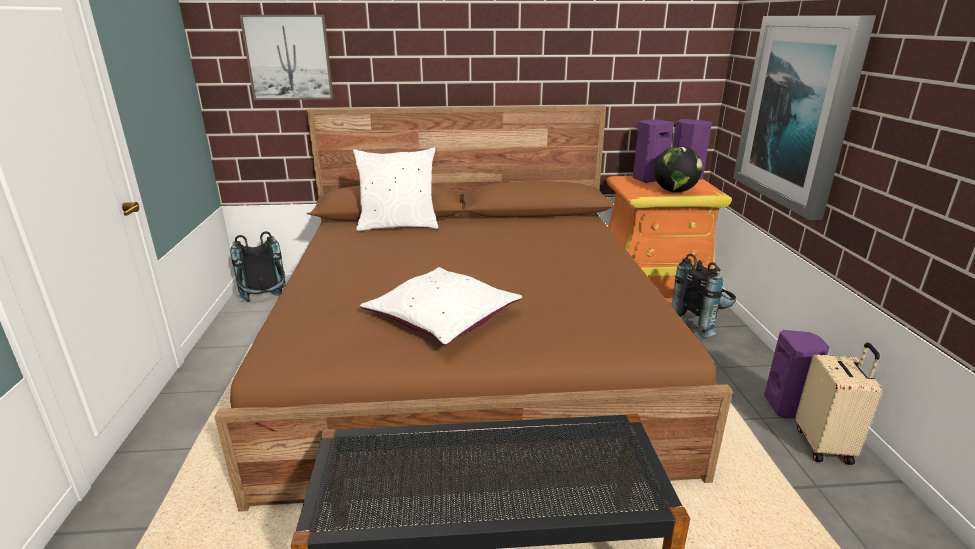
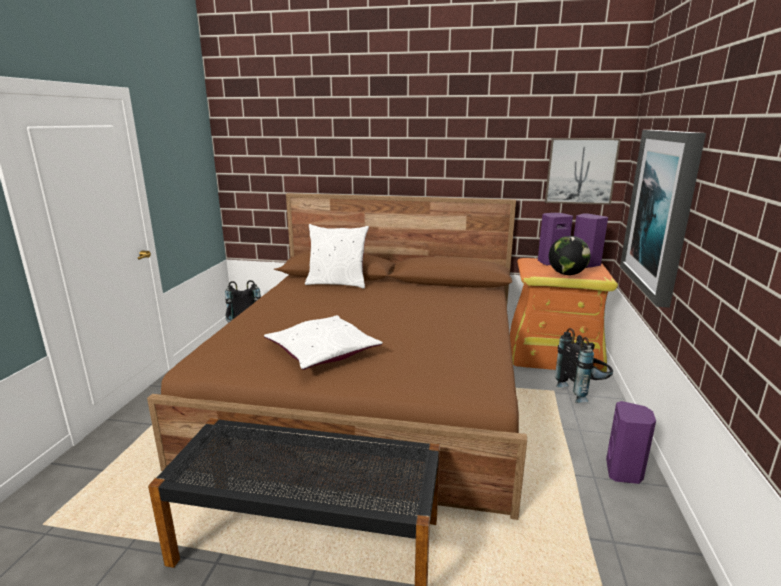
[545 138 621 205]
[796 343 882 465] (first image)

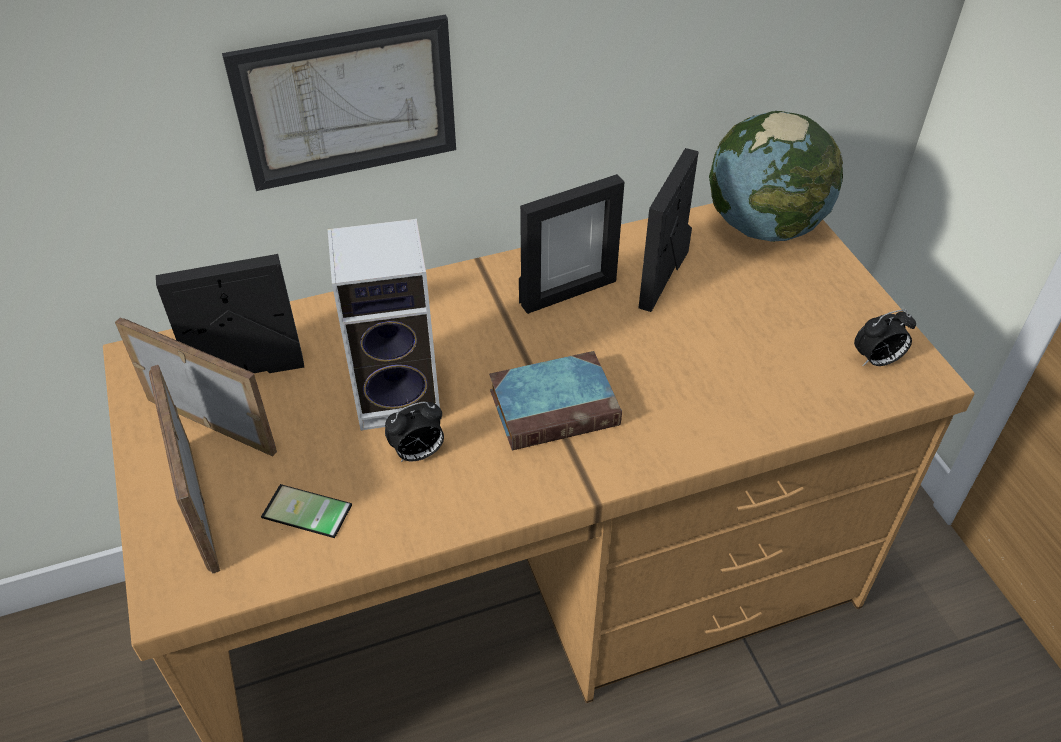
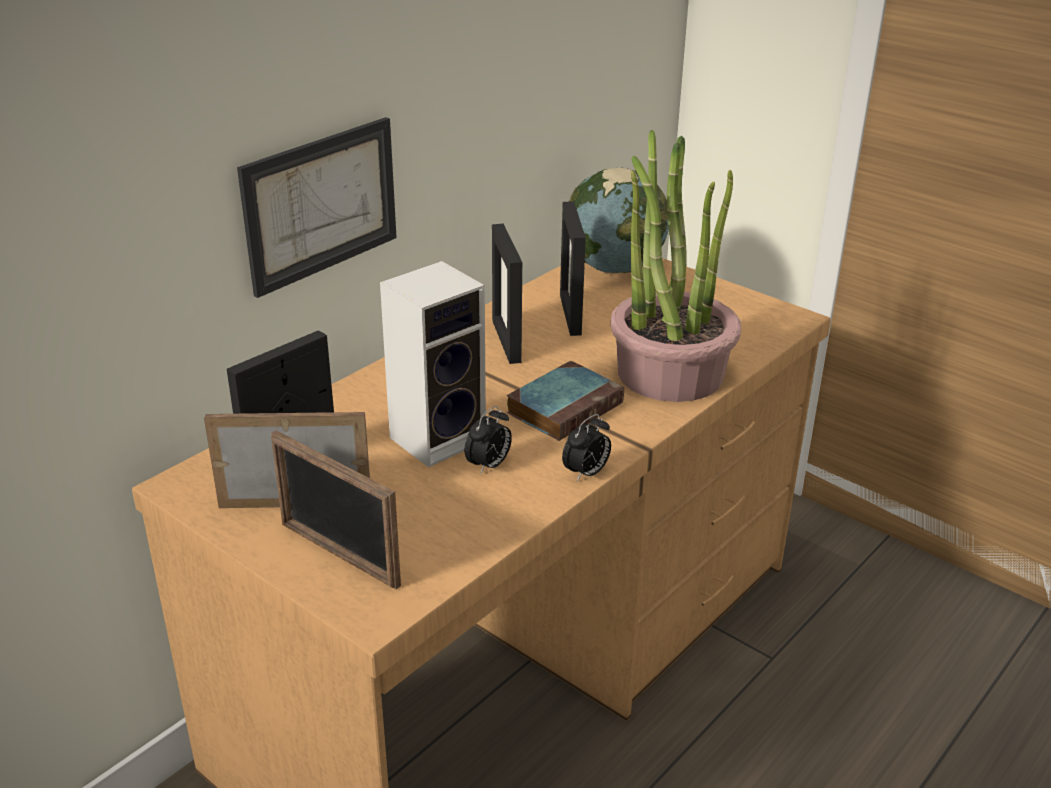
[492 224 522 364]
[562 414 611 482]
[261 484 352 538] (first image)
[610 130 741 402]

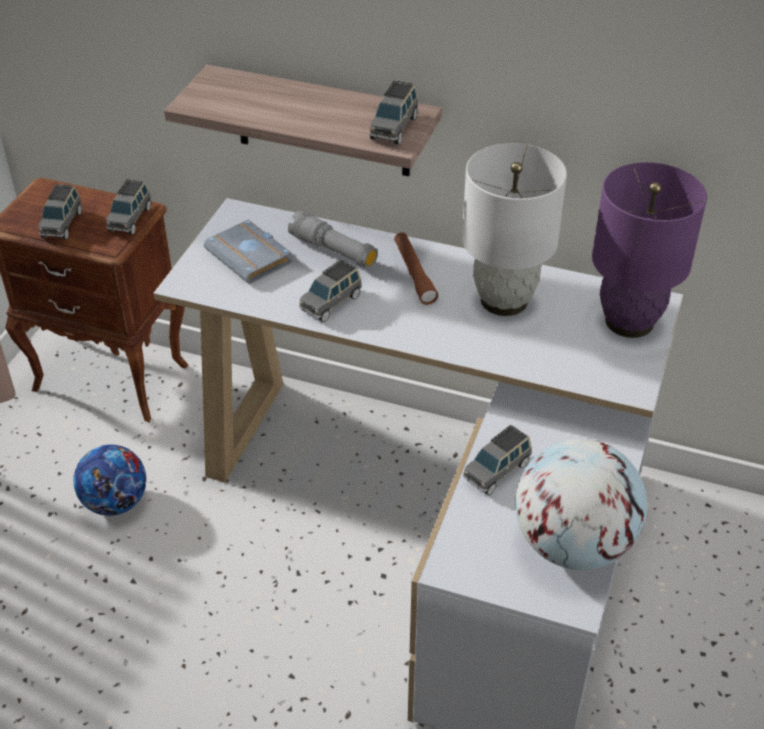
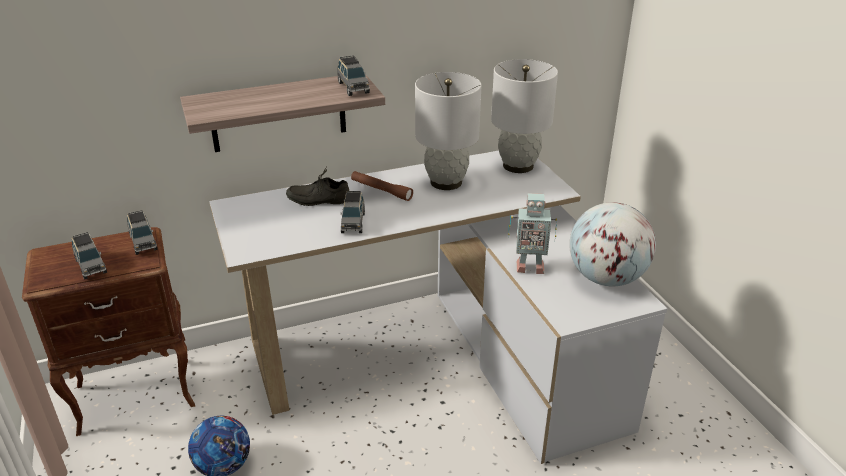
[491 59 558 173]
[286 167 349 206]
[204 219 292 284] (first image)
[508 193 557 274]

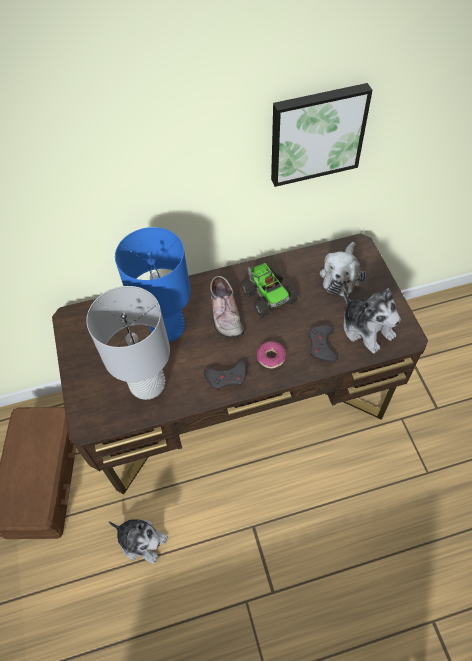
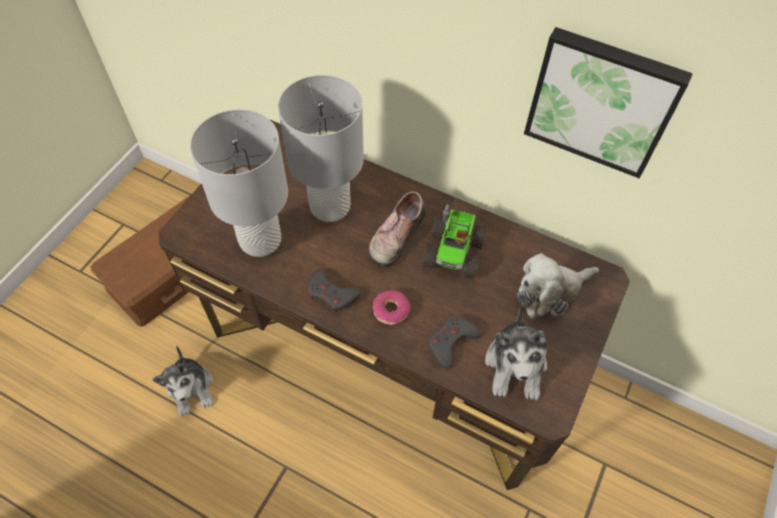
[278 75 364 222]

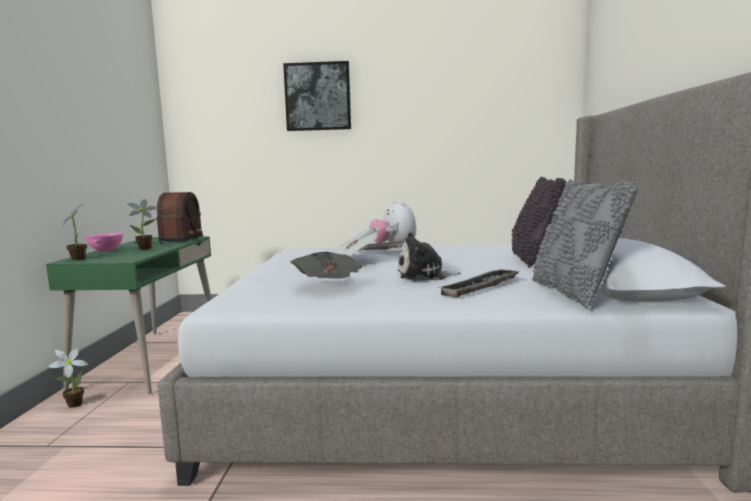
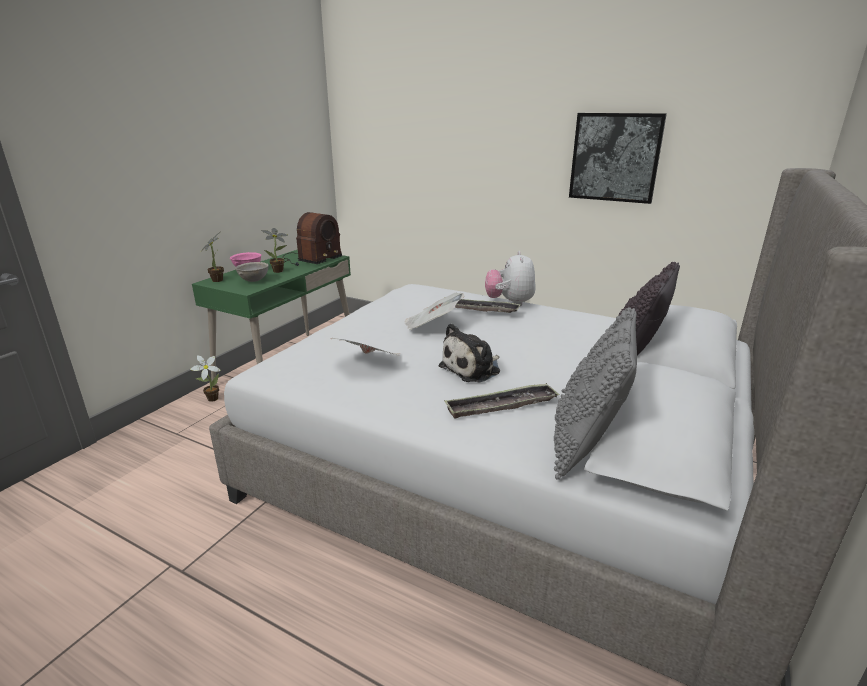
[569 113 667 204]
[439 323 500 383]
[235 262 269 282]

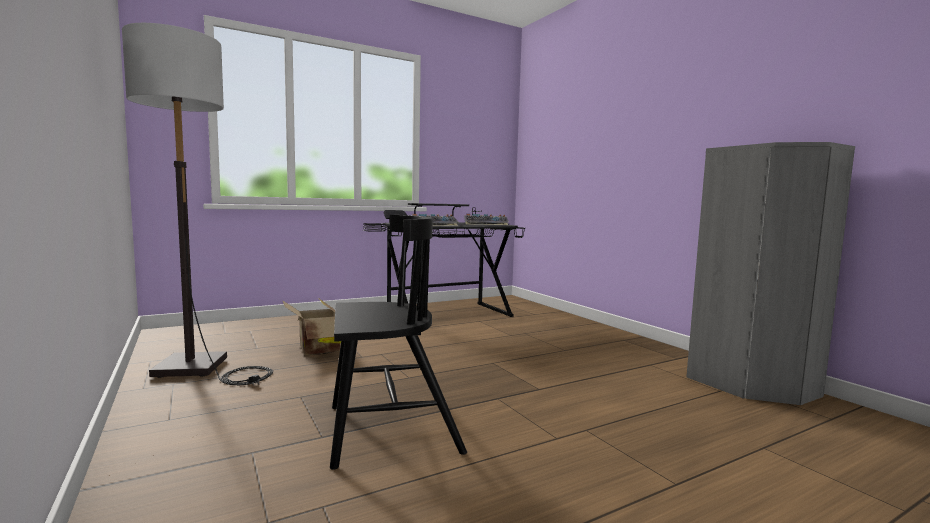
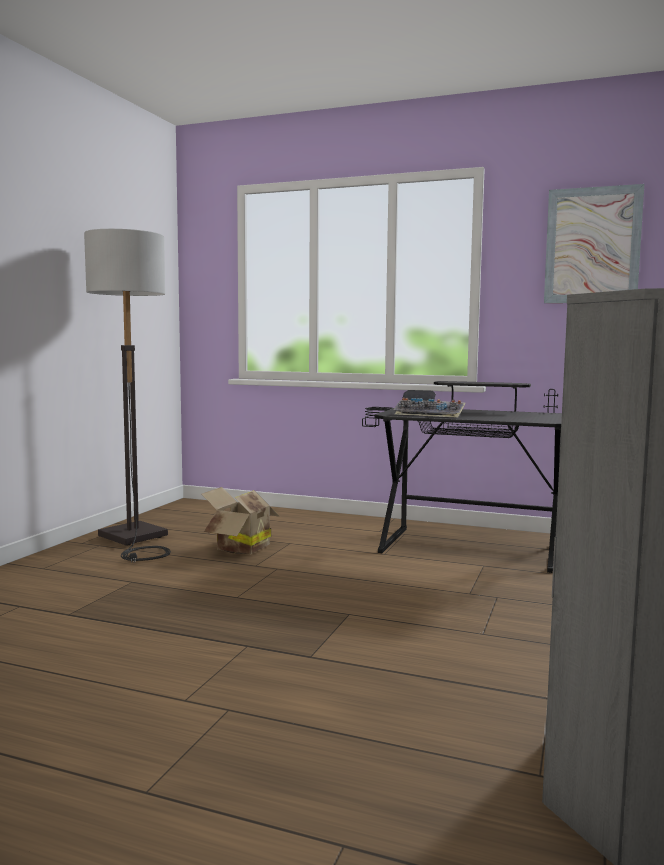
[464 214 509 225] (first image)
[330 215 467 470] (first image)
[544 184 644 303]

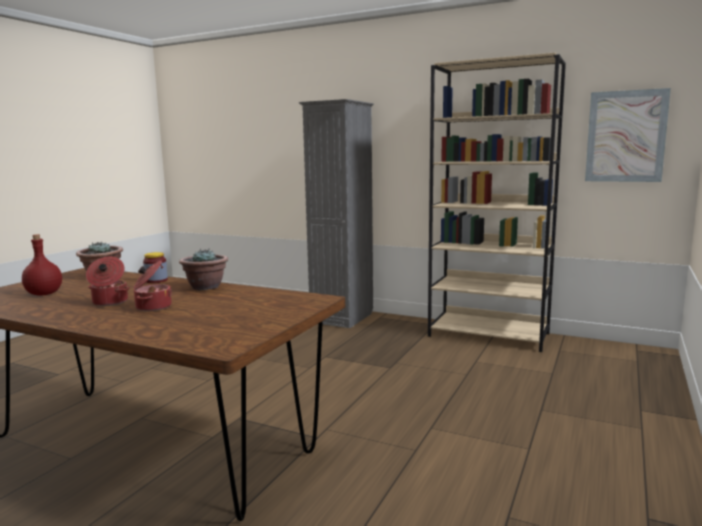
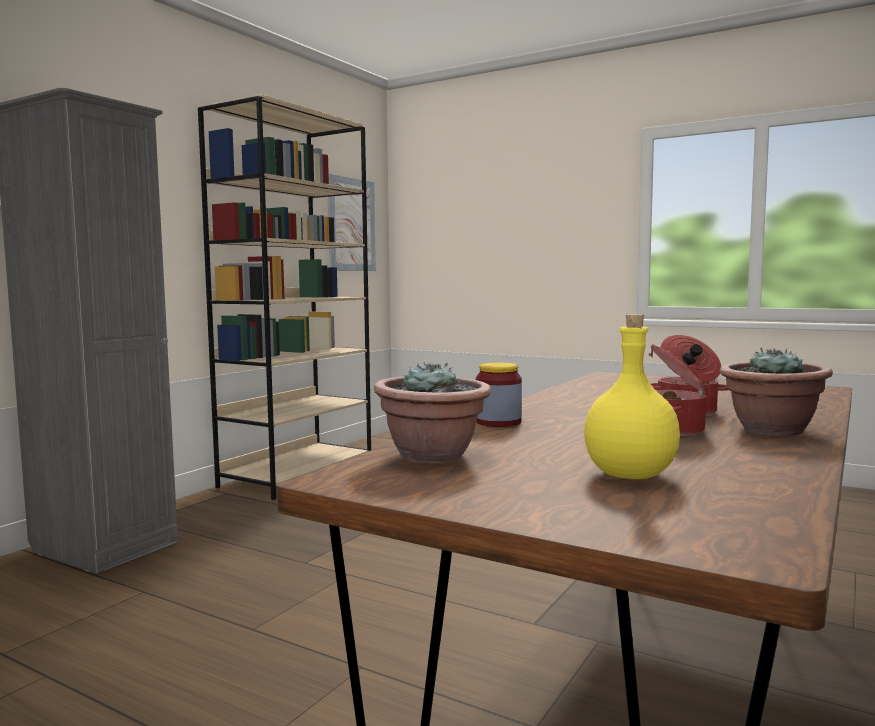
[584 314 680 479]
[720 347 833 436]

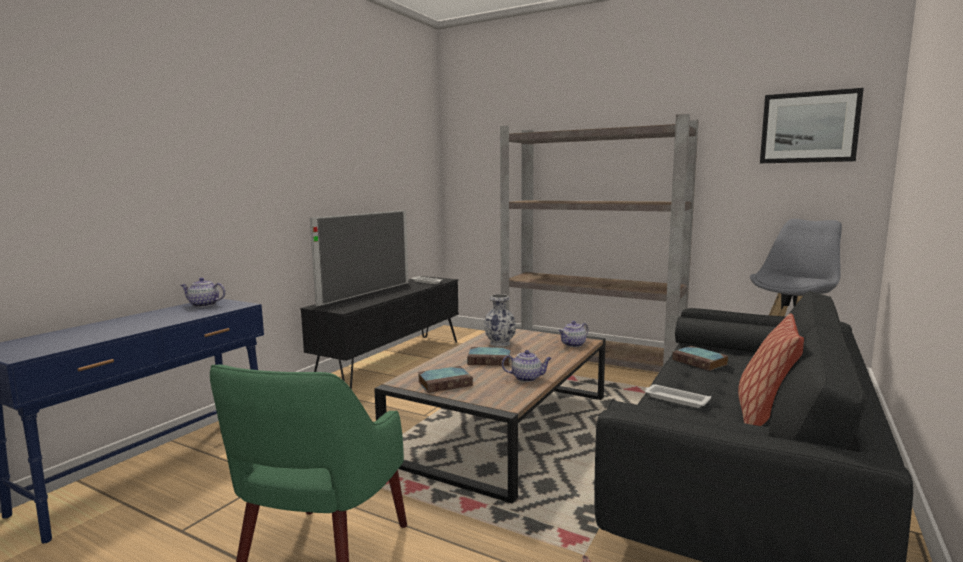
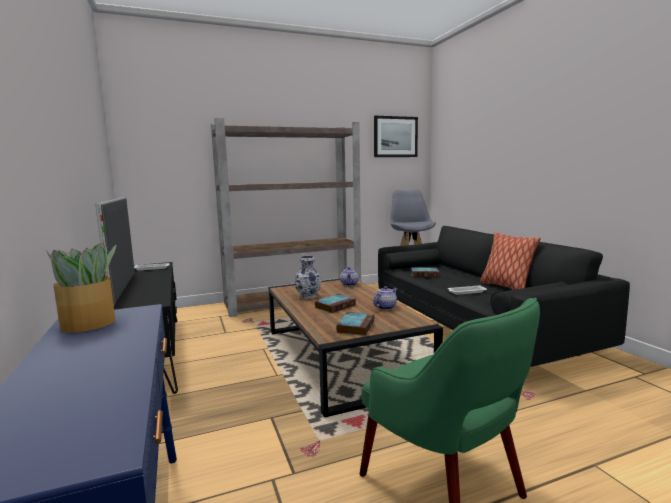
[46 243 117 333]

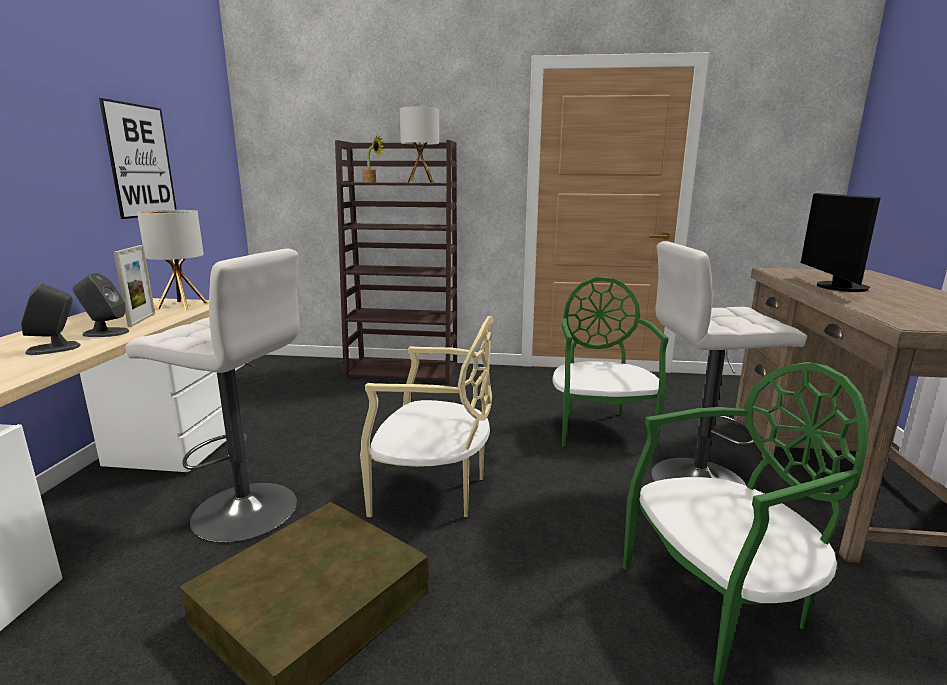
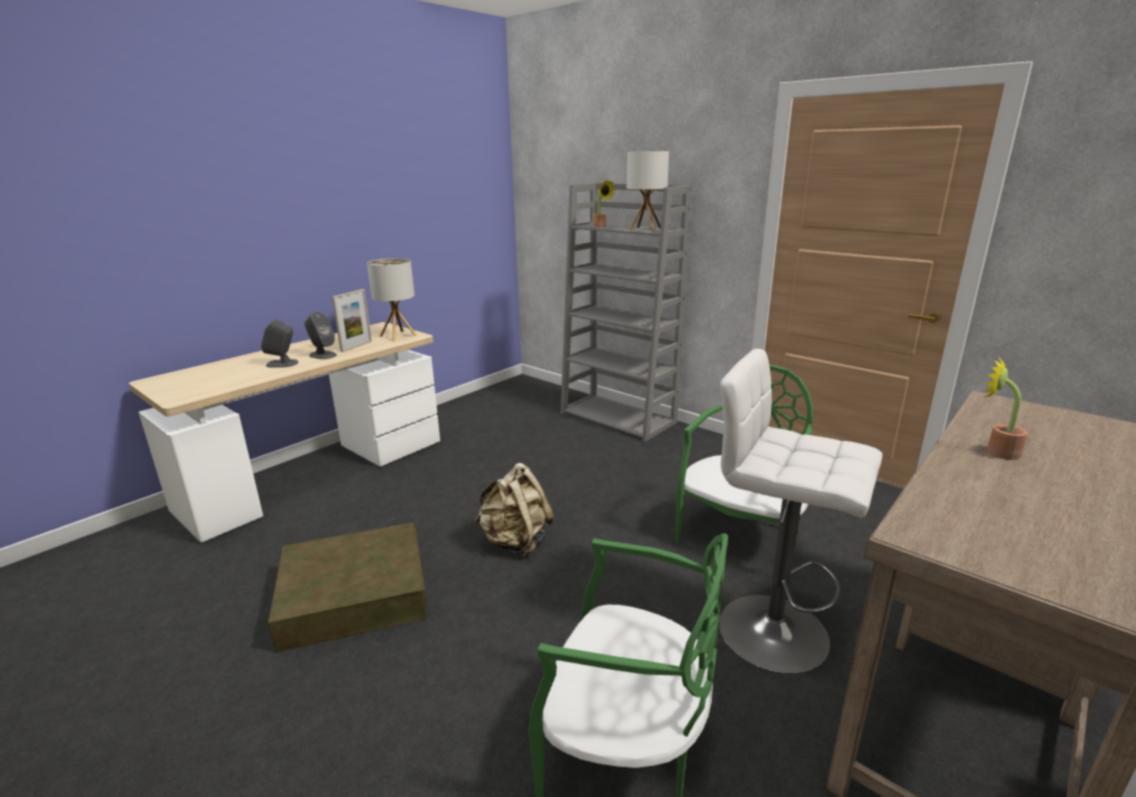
[99 98 177 219] (first image)
[561 183 691 442]
[984 356 1028 460]
[126 249 300 542] (first image)
[475 463 555 557]

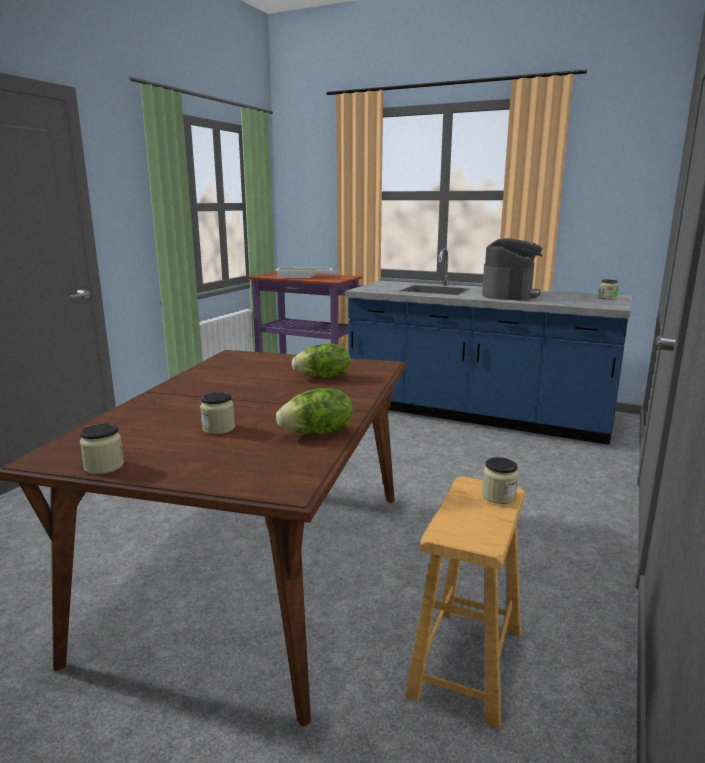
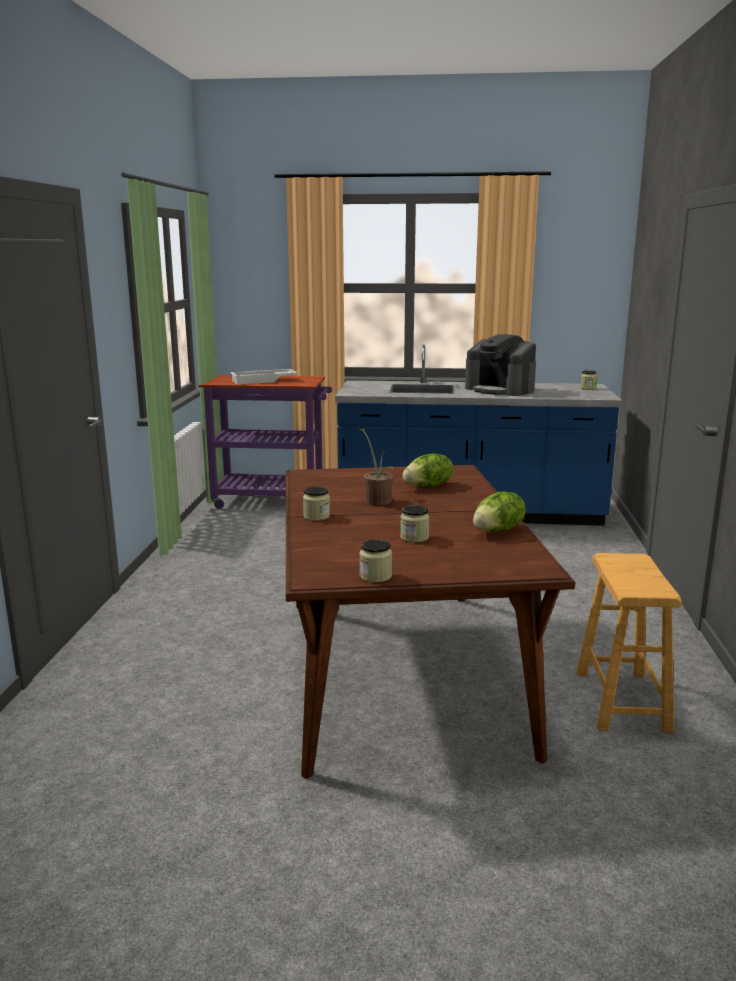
[465 334 536 396]
[303 487 330 521]
[358 429 395 505]

